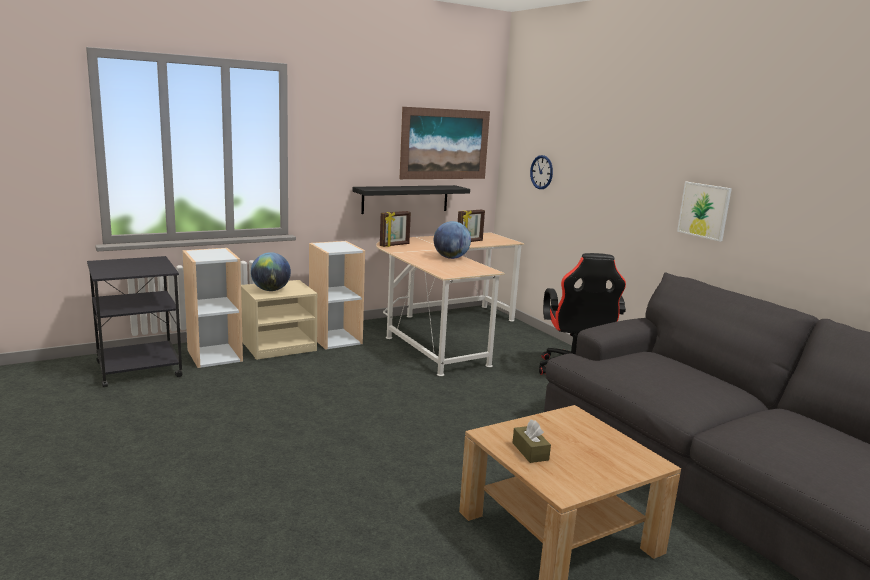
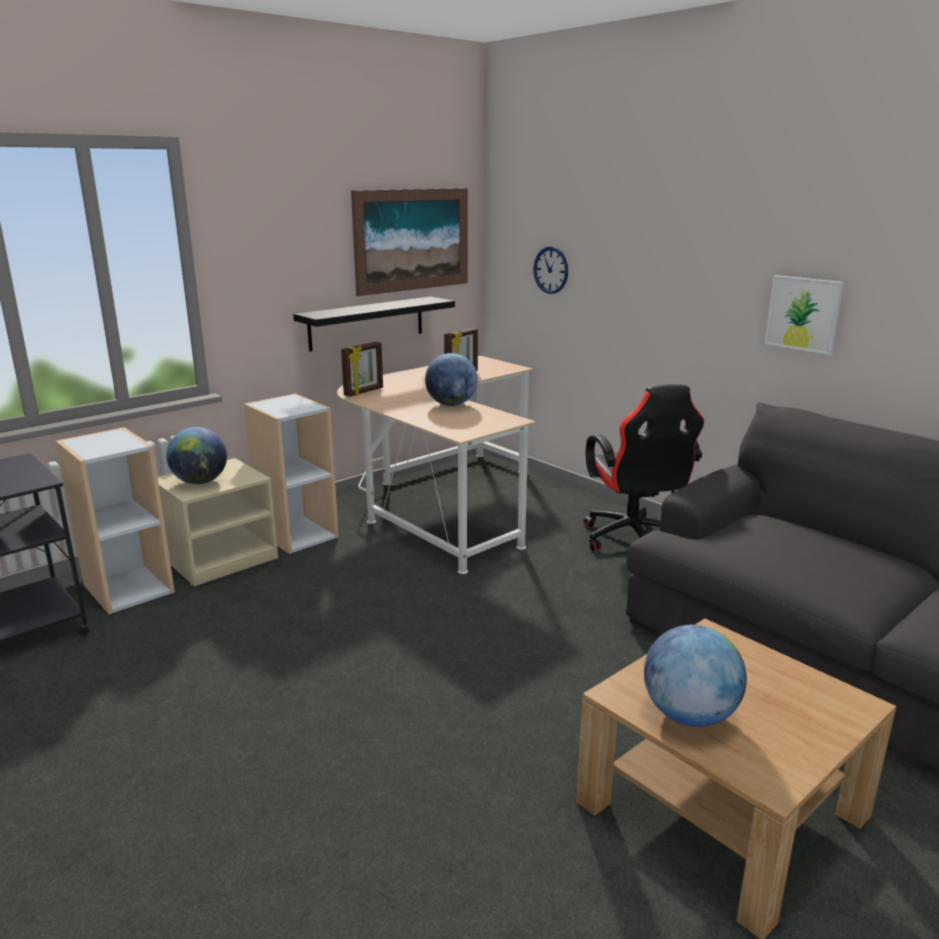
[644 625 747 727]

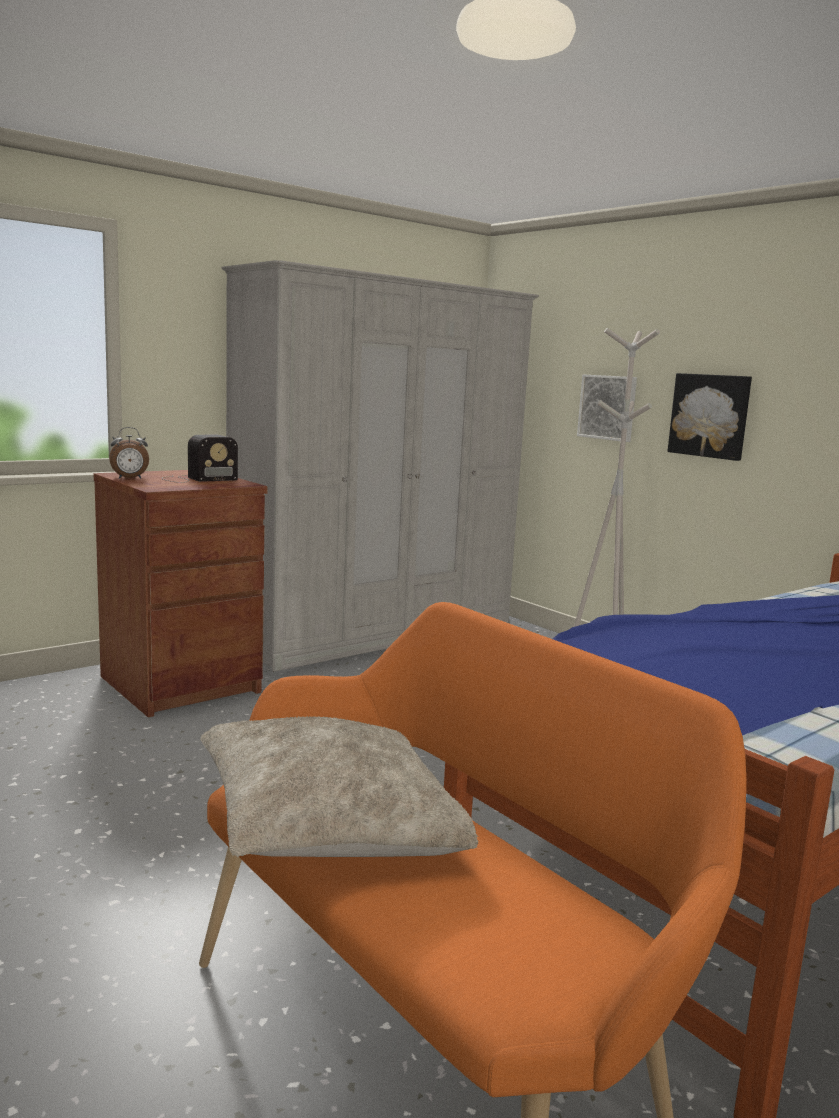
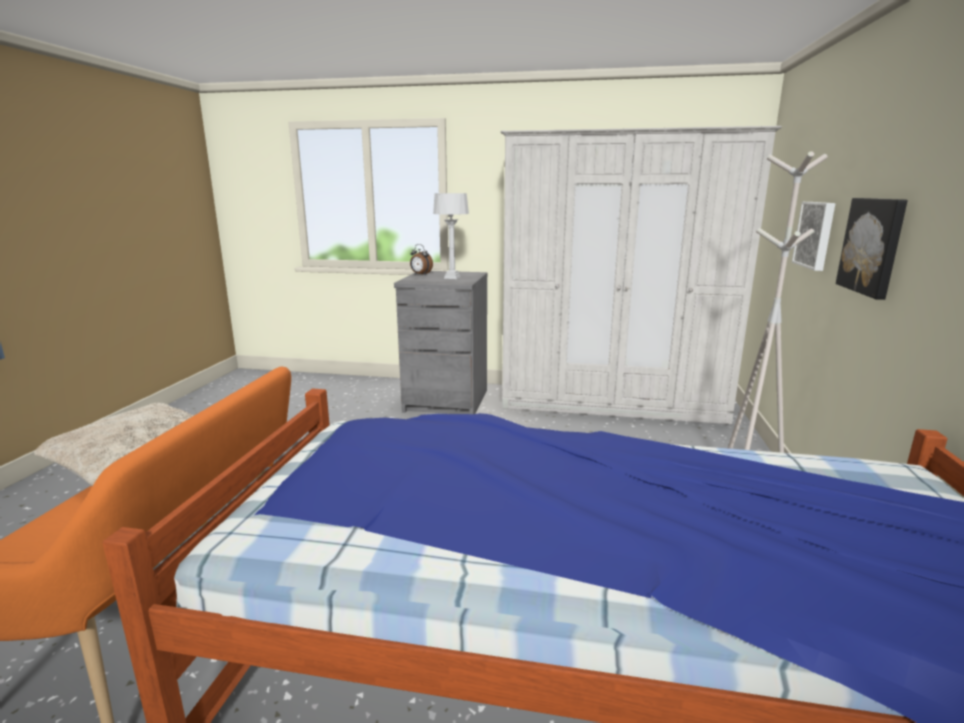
[433 193 469 279]
[394 271 488 414]

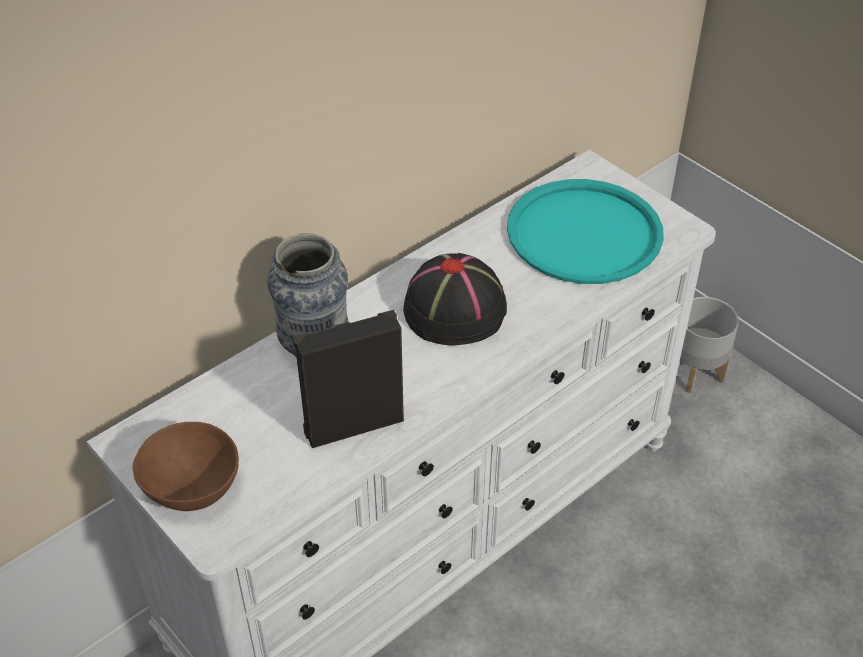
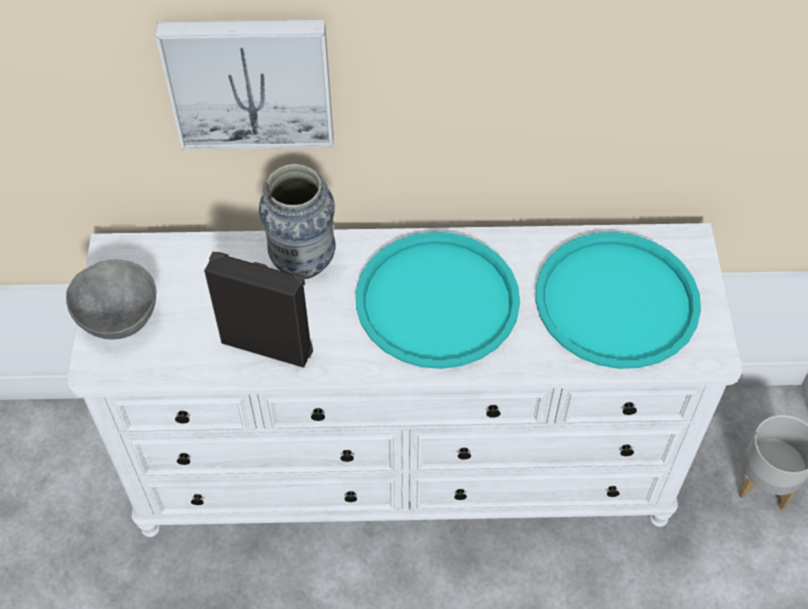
[356 232 520 369]
[66 259 156 340]
[156 19 333 150]

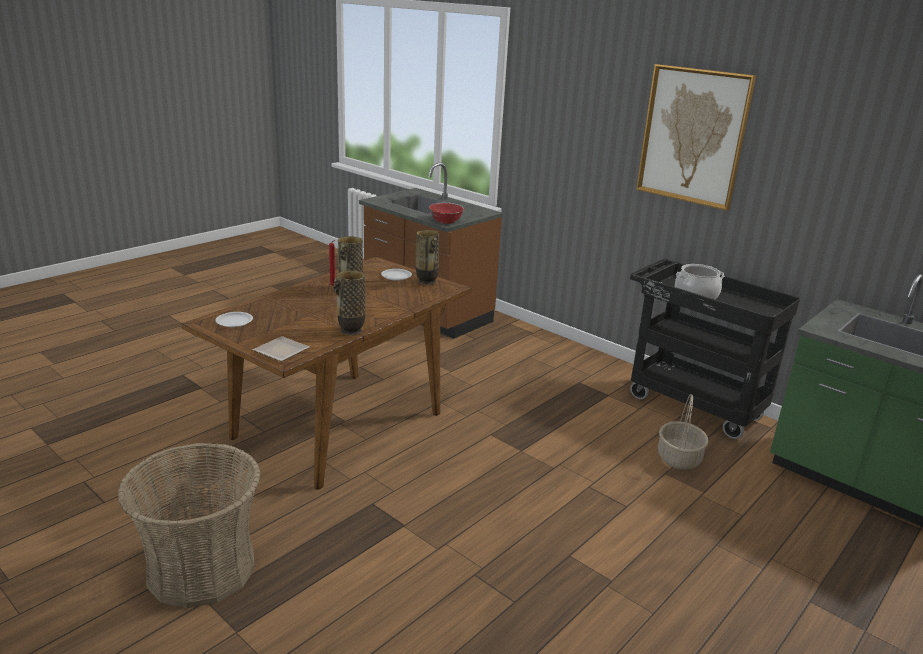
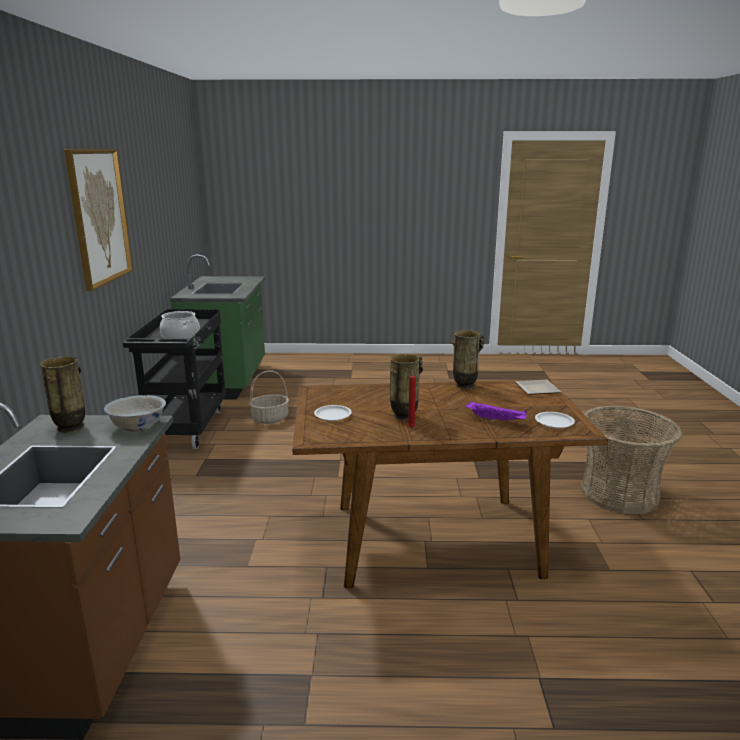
[104 395 166 432]
[40 356 85 433]
[466 401 527 422]

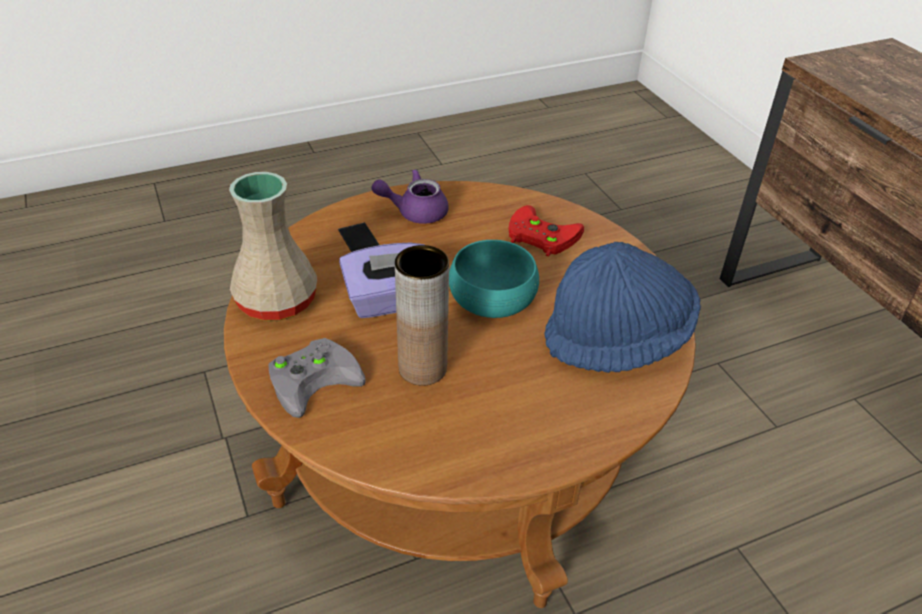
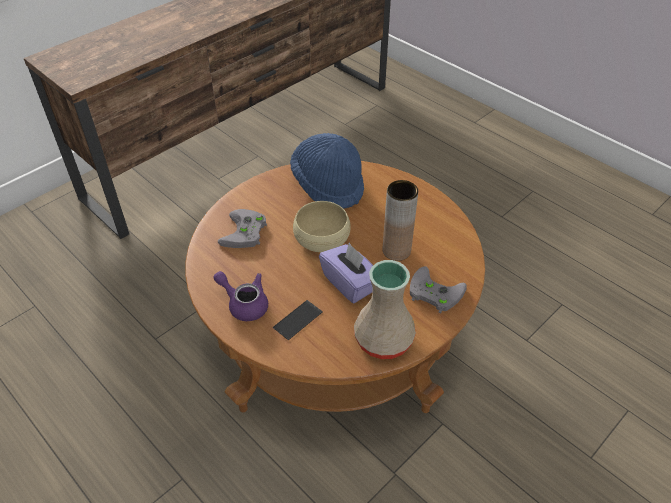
[213 271 268 321]
[218 209 267 248]
[293 201 351 252]

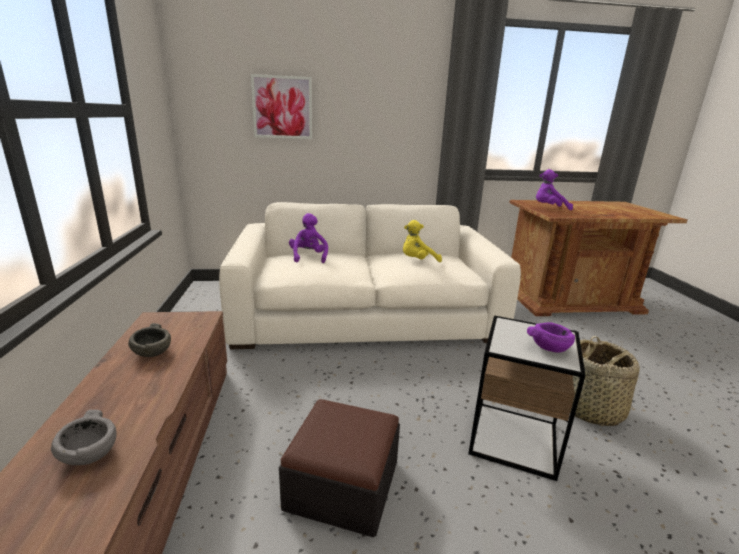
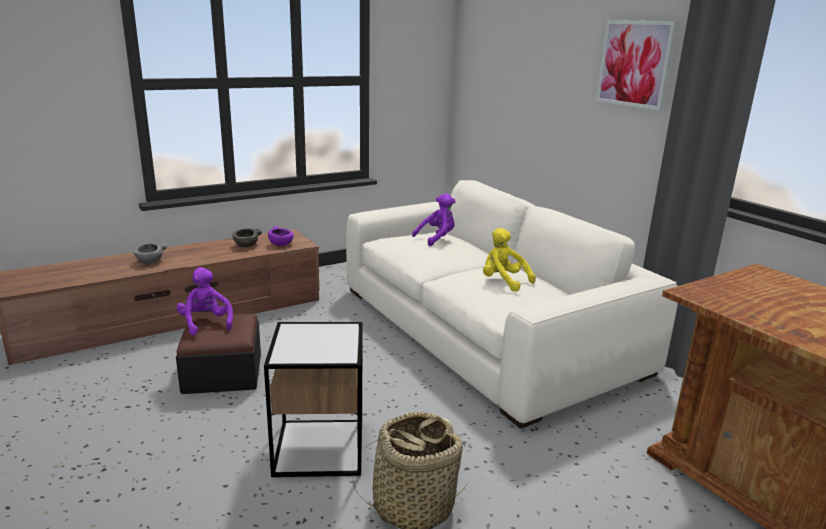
[596 20 677 111]
[176 267 233 336]
[268 226 294 246]

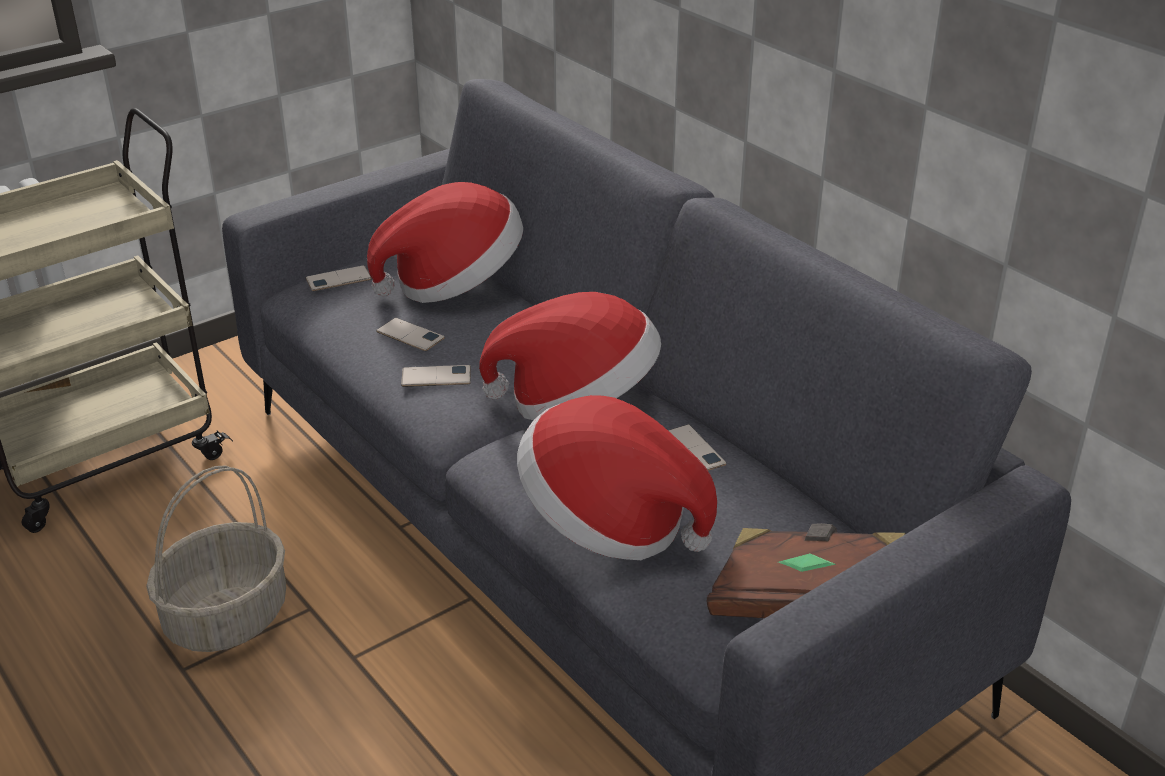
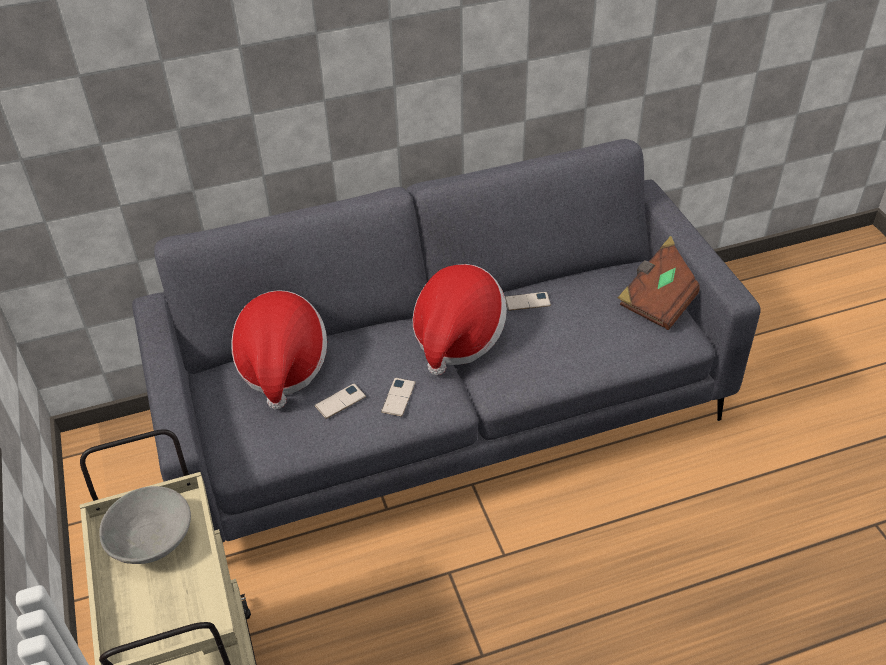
[306 265 372 291] (first image)
[517 395 717 560] (first image)
[146 465 286 652] (first image)
[99 486 191 564]

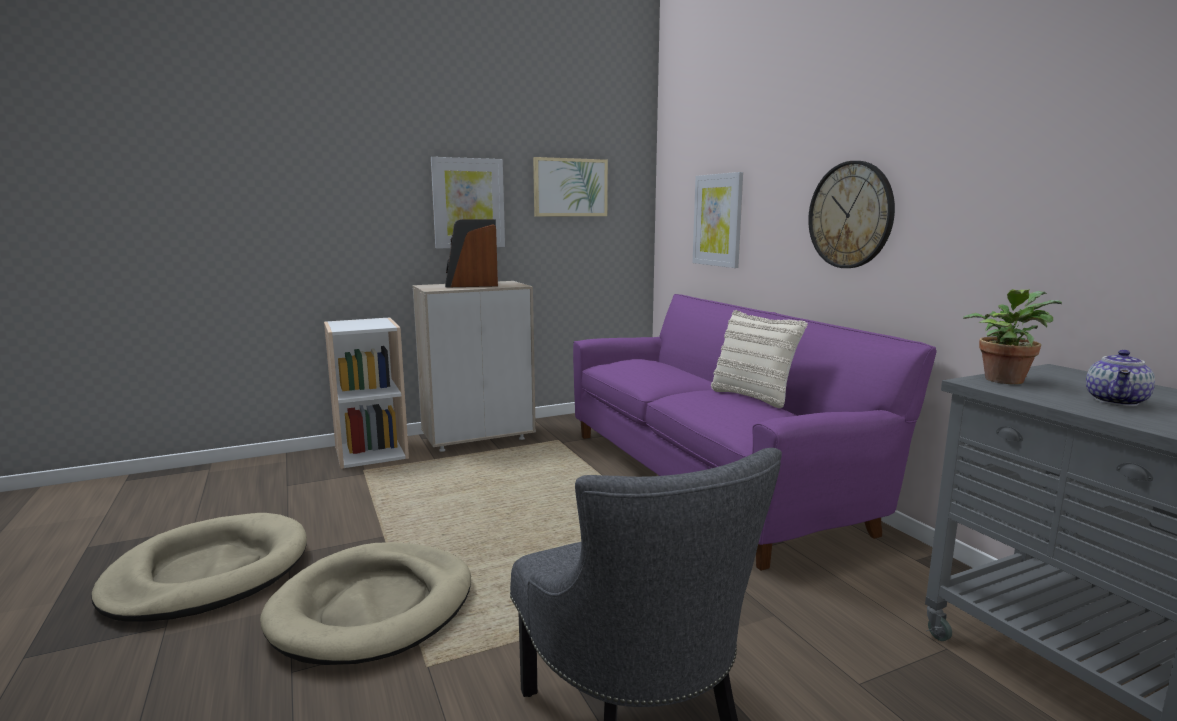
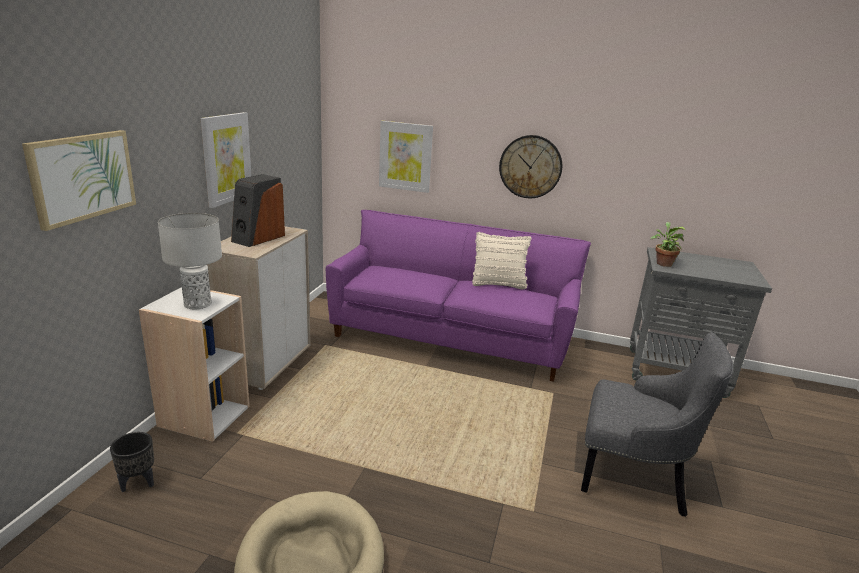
[22 130 136 231]
[1086 350 1155 406] (first image)
[260 542 471 665] (first image)
[158 213 222 309]
[110 432 154 492]

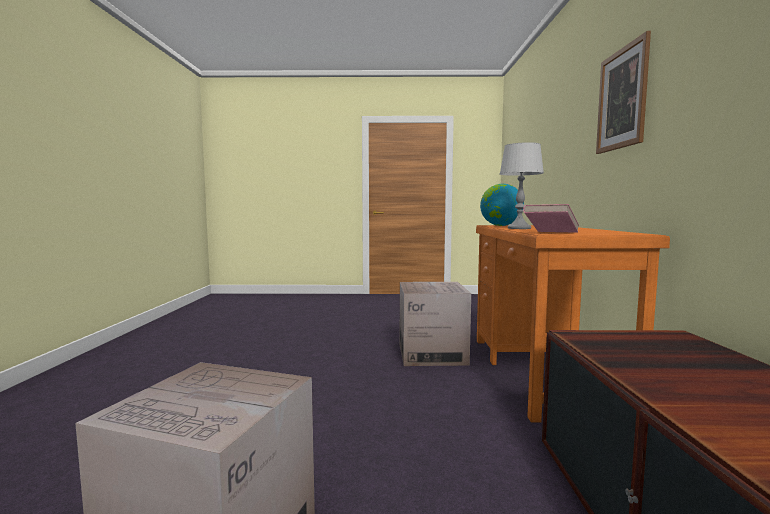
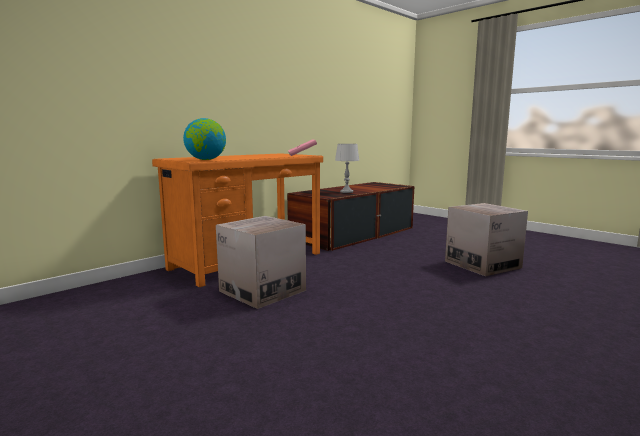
[596 31 651 154] (first image)
[335 144 360 193]

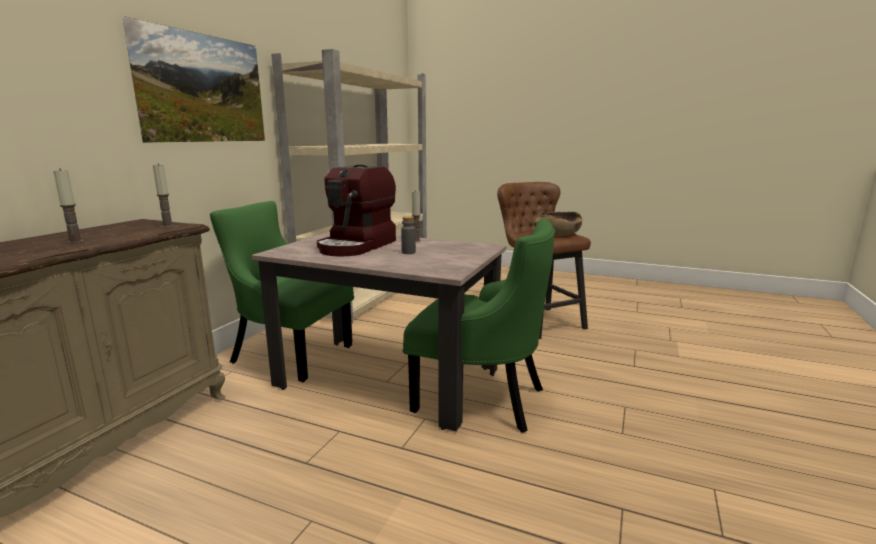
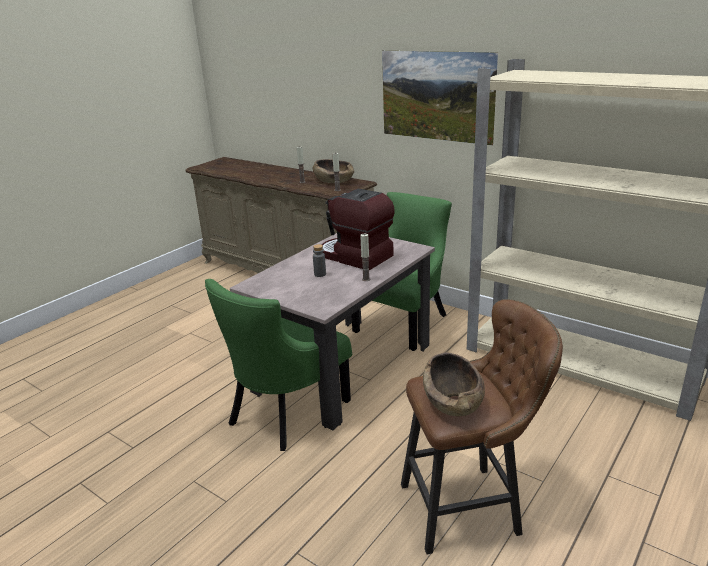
[313 159 354 183]

